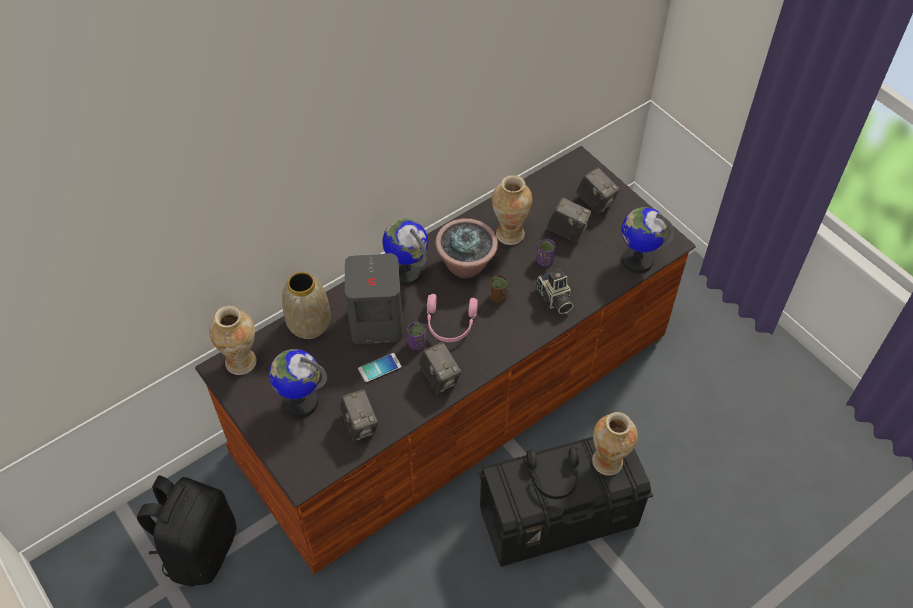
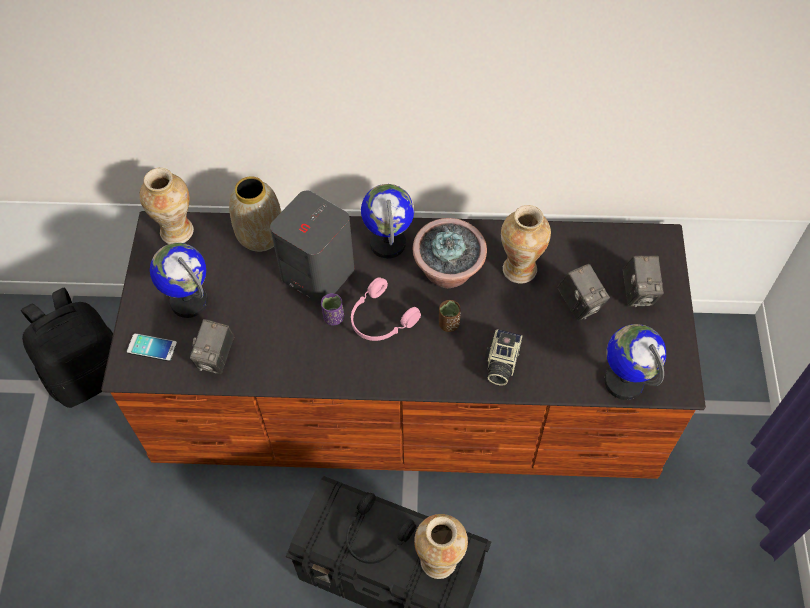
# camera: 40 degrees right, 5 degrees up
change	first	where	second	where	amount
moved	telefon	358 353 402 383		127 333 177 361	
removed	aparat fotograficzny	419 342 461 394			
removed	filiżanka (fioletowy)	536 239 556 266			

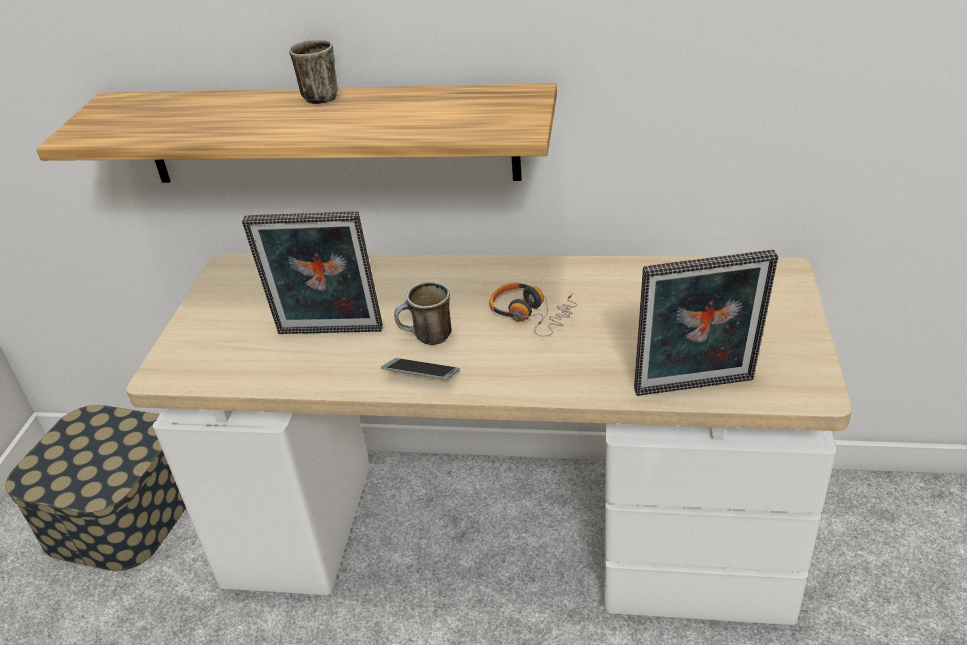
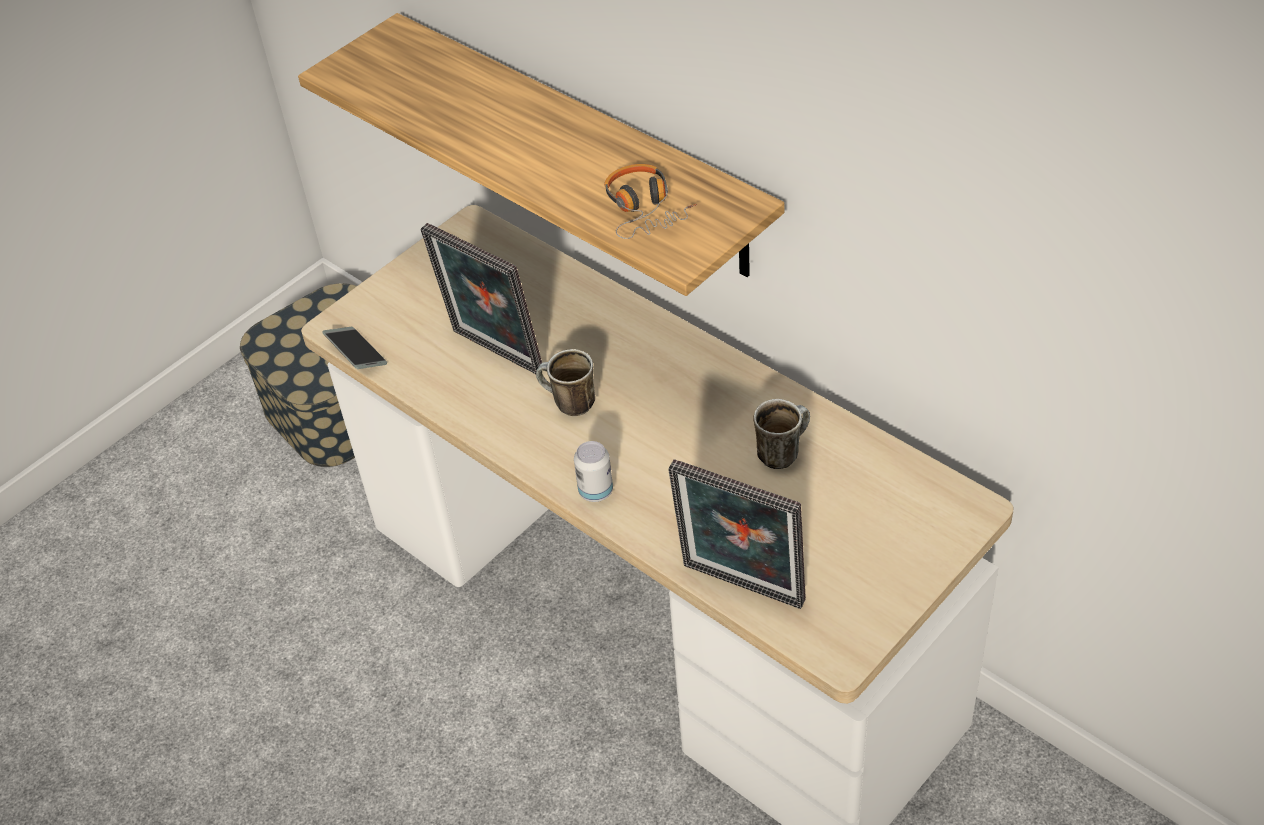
# camera: 35 degrees right, 10 degrees up
change	first	where	second	where	amount
moved	telefon	381 358 460 380		323 327 387 369	
added			puszka	574 441 613 502	
moved	słuchawki	489 282 577 337		604 164 697 239	
moved	kubek	289 39 338 104		754 399 810 469	

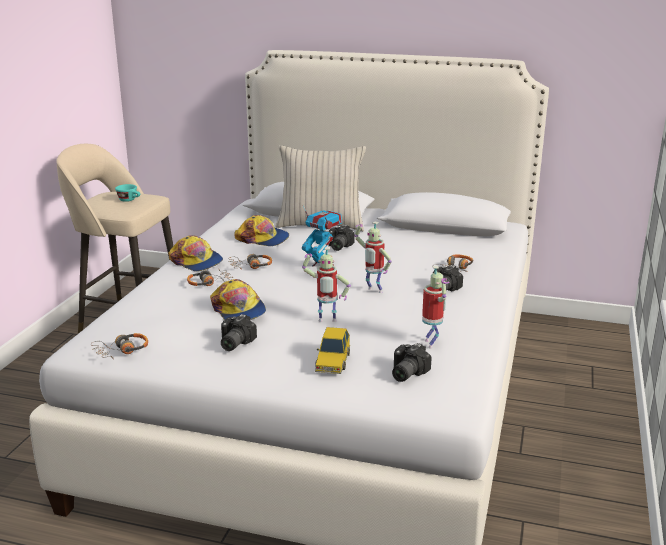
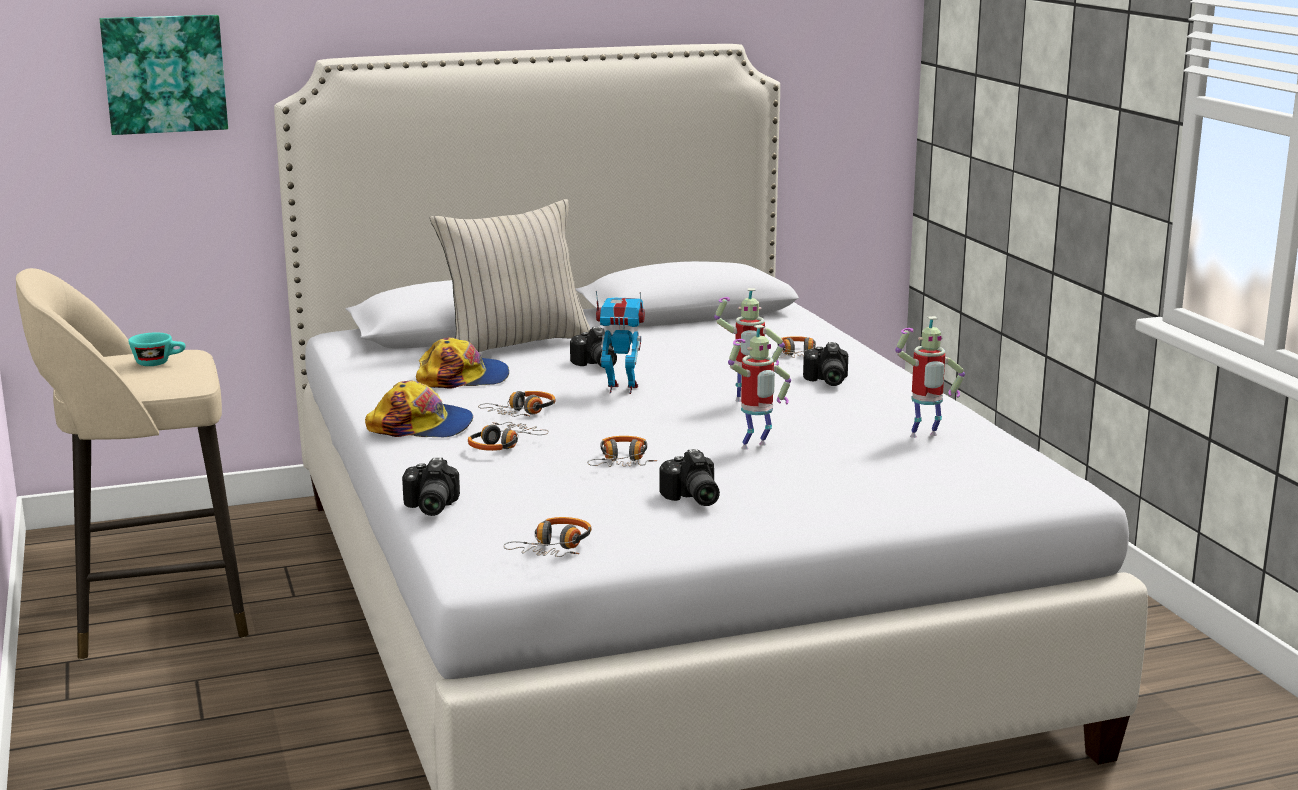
# camera: 35 degrees left, 5 degrees down
change	first	where	second	where	amount
added			obraz	100 15 228 135	
moved	aparat fotograficzny	392 343 432 382		402 458 460 516	
replaced	czapka z daszkiem	210 279 266 320	słuchawki	587 436 657 467	
turned	robot zabawkowy	422 266 449 349		895 316 965 438	120 degrees clockwise
removed	samochodzik	315 327 350 374			

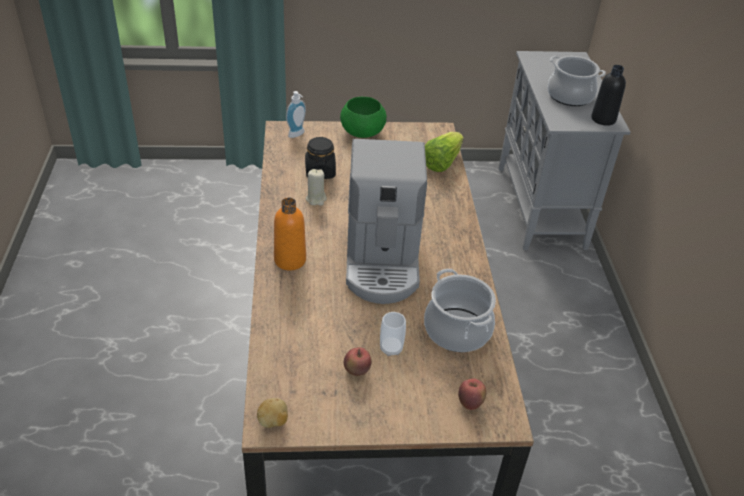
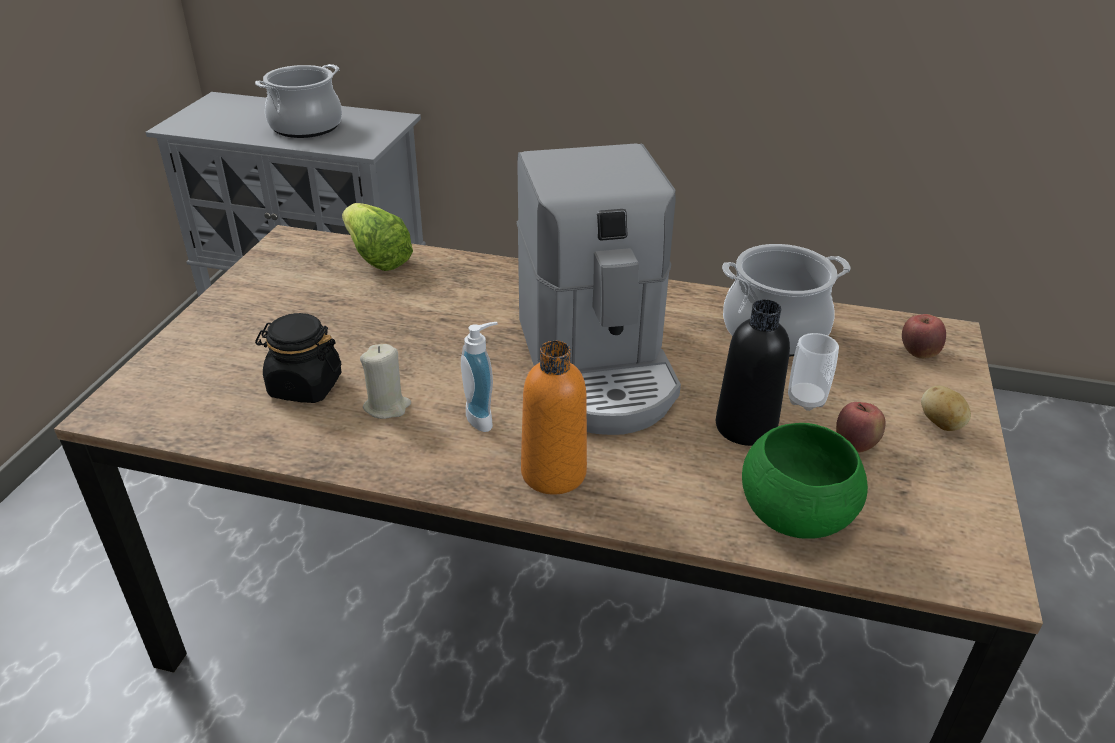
# camera: 70 degrees left, 5 degrees down
change	first	where	second	where	amount
moved	dozownik mydła	286 91 306 138		461 322 498 432	
turned	ekspres do kawy	346 139 427 304		517 143 681 435	60 degrees clockwise
moved	butelka (czarny)	591 65 626 126		716 299 790 446	
moved	miska (zielony)	340 97 387 138		742 423 868 539	
moved	ziemniak	257 398 288 428		921 386 971 431	

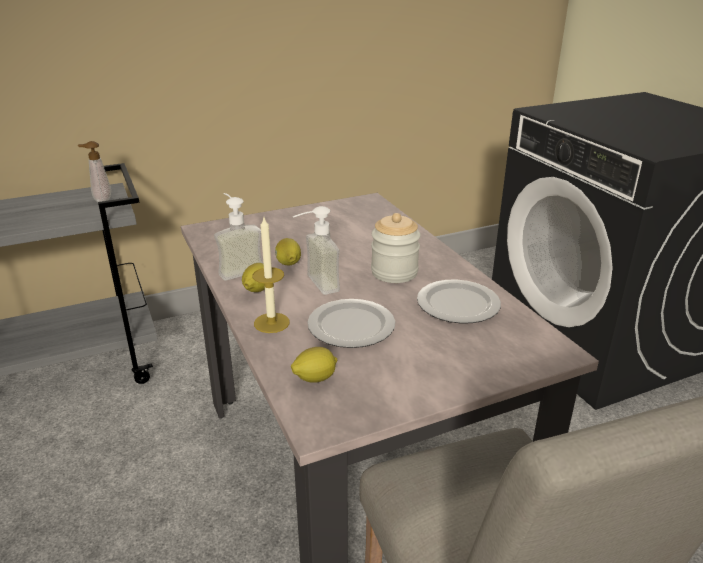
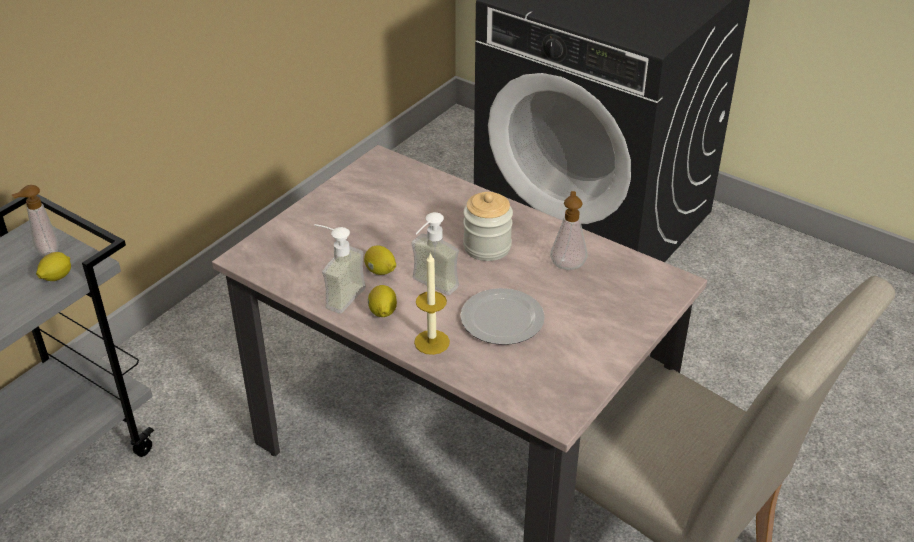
# camera: 30 degrees left, 10 degrees up
change	first	where	second	where	amount
moved	cytryna	291 347 337 383		36 252 71 281	
replaced	talerz	417 280 501 324	dozownik mydła	550 191 588 270	

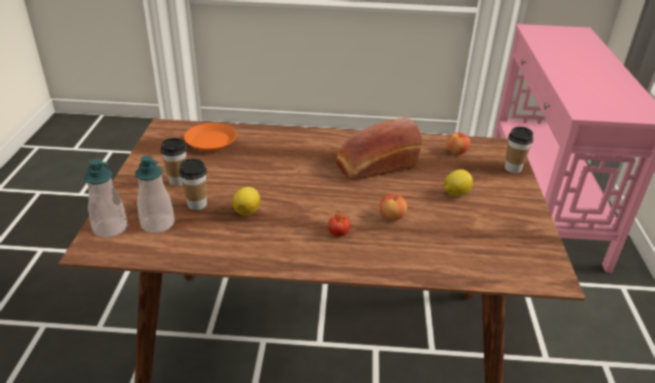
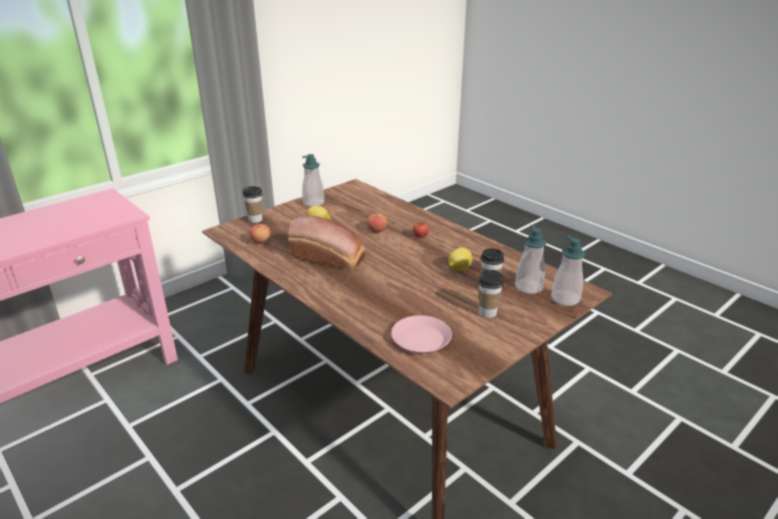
# camera: 135 degrees left, 5 degrees down
change	first	where	second	where	amount
added			dozownik mydła	302 154 324 207	
recoloured	talerz (pomarańczowy)	184 123 237 151	talerz (różowy)	391 315 452 354	

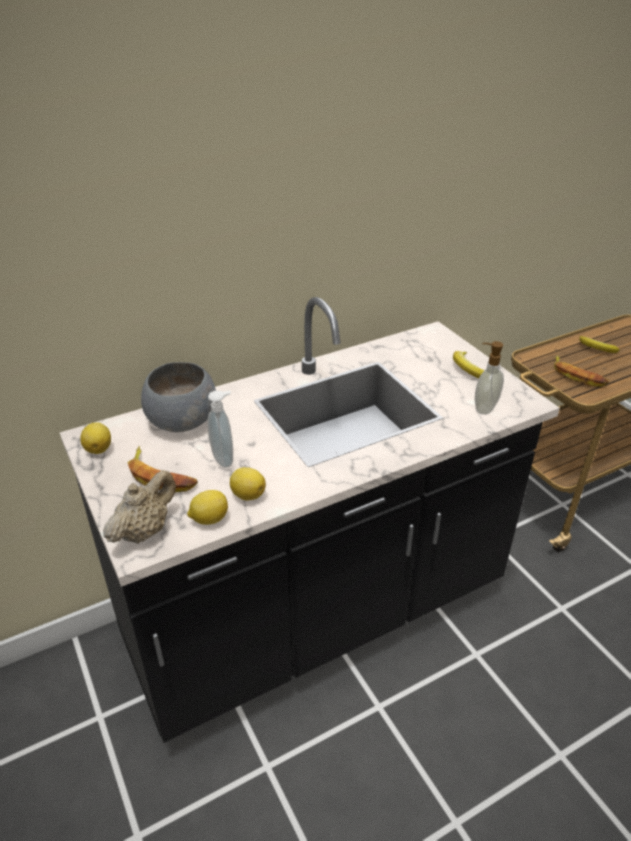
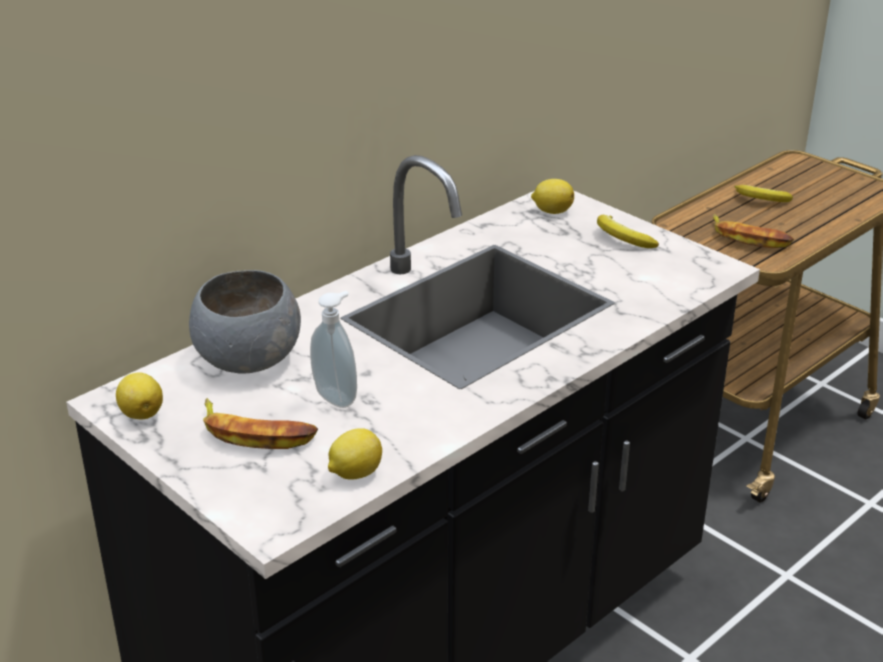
# camera: 15 degrees left, 5 degrees down
change	first	where	second	where	amount
moved	cytryna	230 467 266 501		531 179 574 214	
removed	imbryk (beżowy)	103 470 176 544			
removed	dozownik mydła	475 341 504 415			

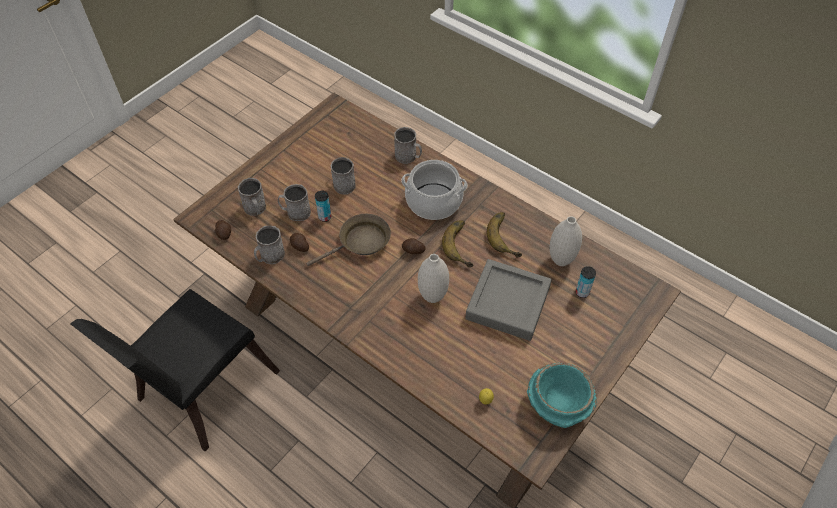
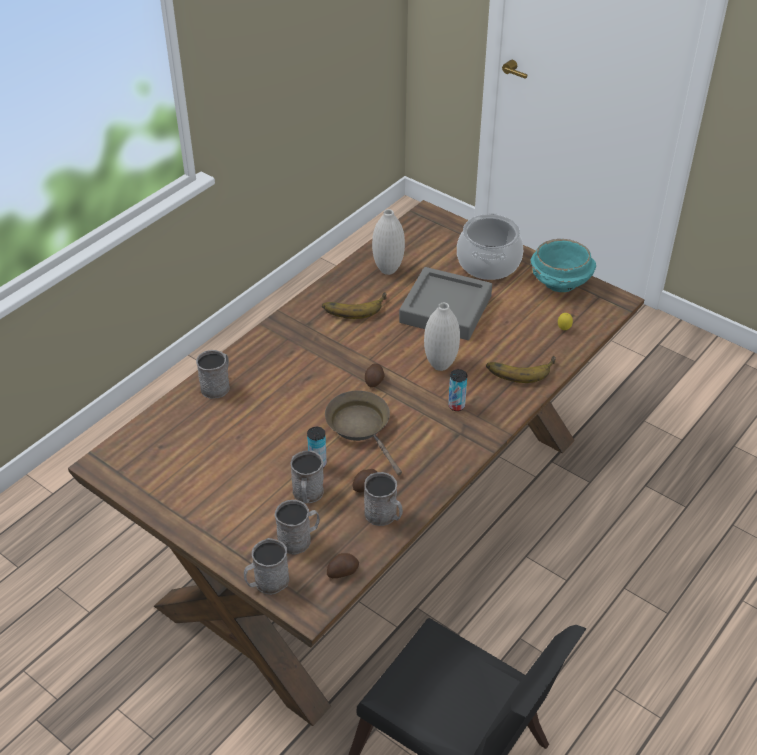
# camera: 90 degrees left, 10 degrees down
change	first	where	second	where	amount
moved	kubek (szary)	331 157 356 195		244 538 289 595	
moved	puszka	576 266 596 298		448 369 467 411	
moved	garnek	401 160 468 220		457 213 523 280	
moved	banan	442 220 474 267		486 356 556 383	

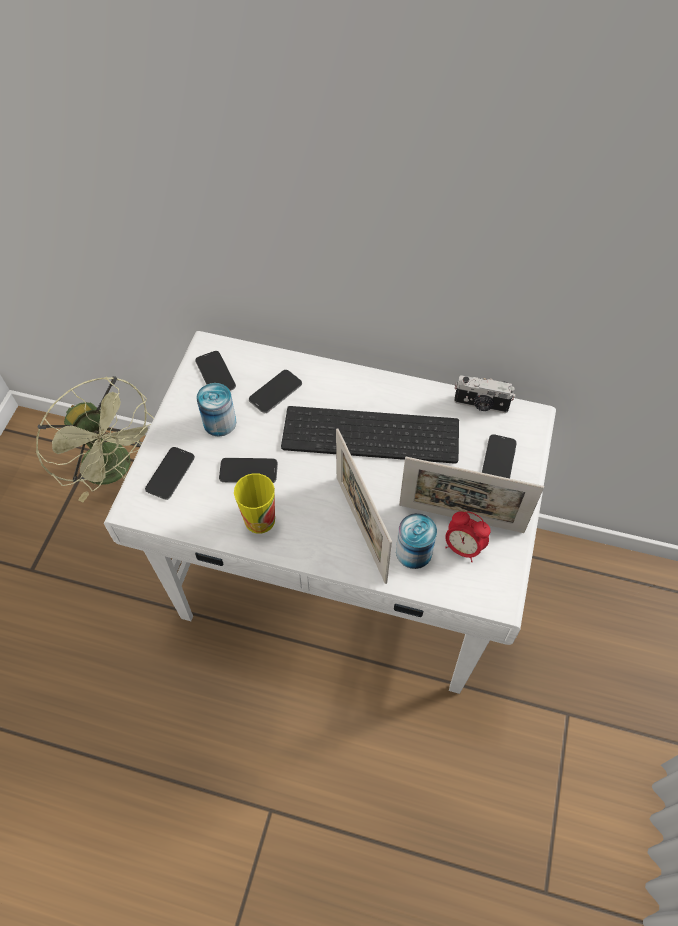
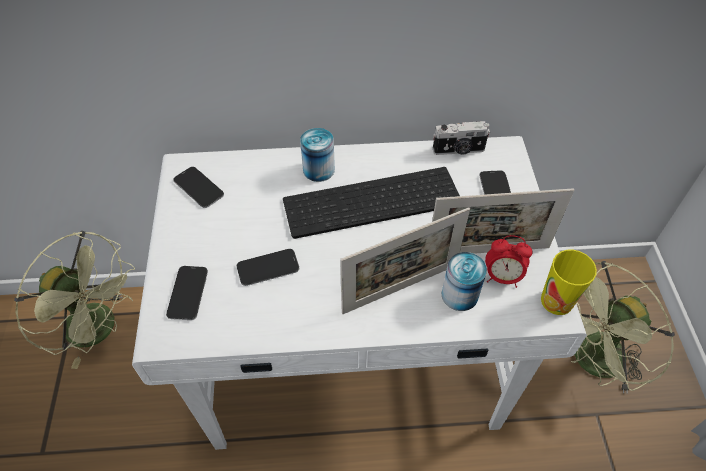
# camera: 20 degrees left, 5 degrees down
change	first	where	second	where	amount
moved	puszka	196 383 236 436		300 128 335 182	
turned	ramka na zdjęcie	336 428 392 584		340 207 470 314	75 degrees counterclockwise
moved	filiżanka	234 473 275 534		541 250 597 315	
added			wentylator (zielony)	571 261 675 394	
removed	telefon	249 370 302 413			

